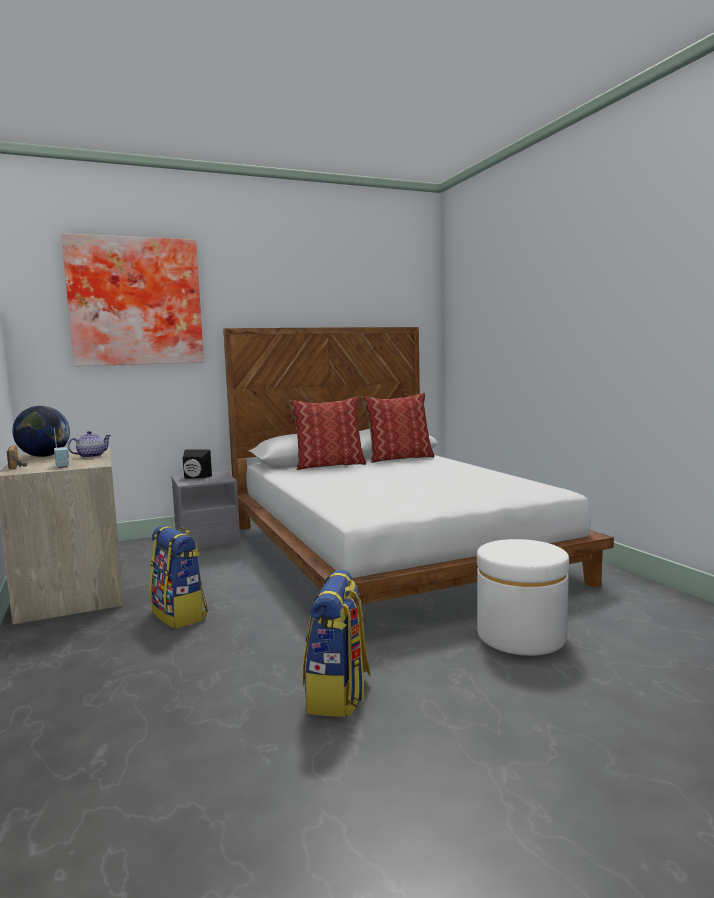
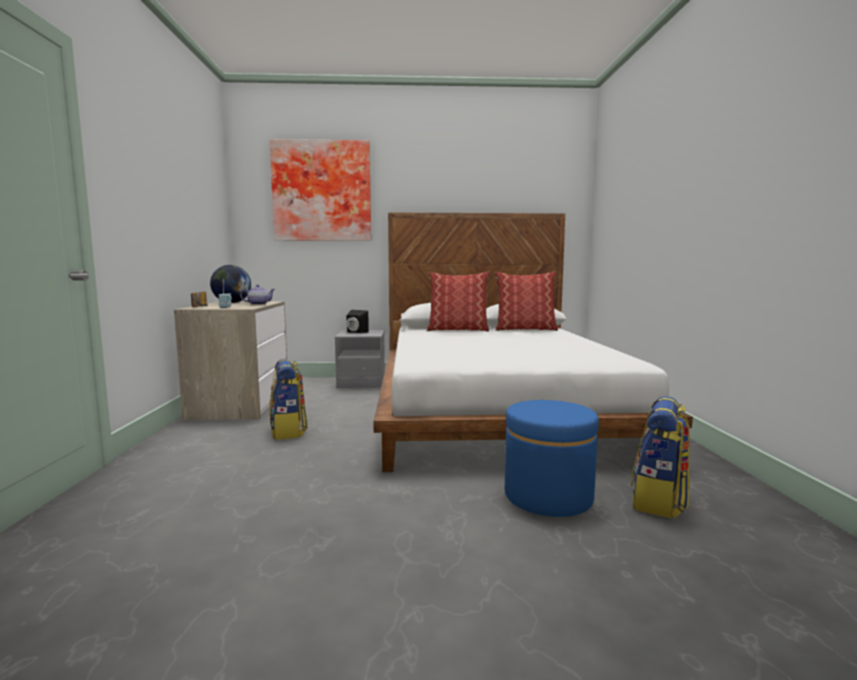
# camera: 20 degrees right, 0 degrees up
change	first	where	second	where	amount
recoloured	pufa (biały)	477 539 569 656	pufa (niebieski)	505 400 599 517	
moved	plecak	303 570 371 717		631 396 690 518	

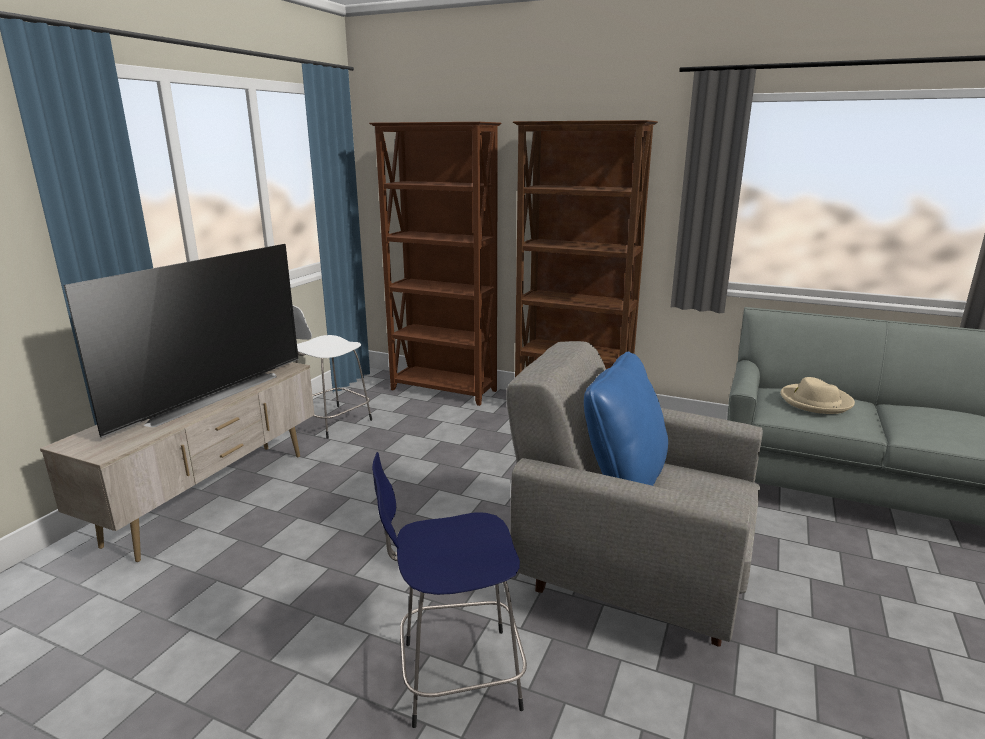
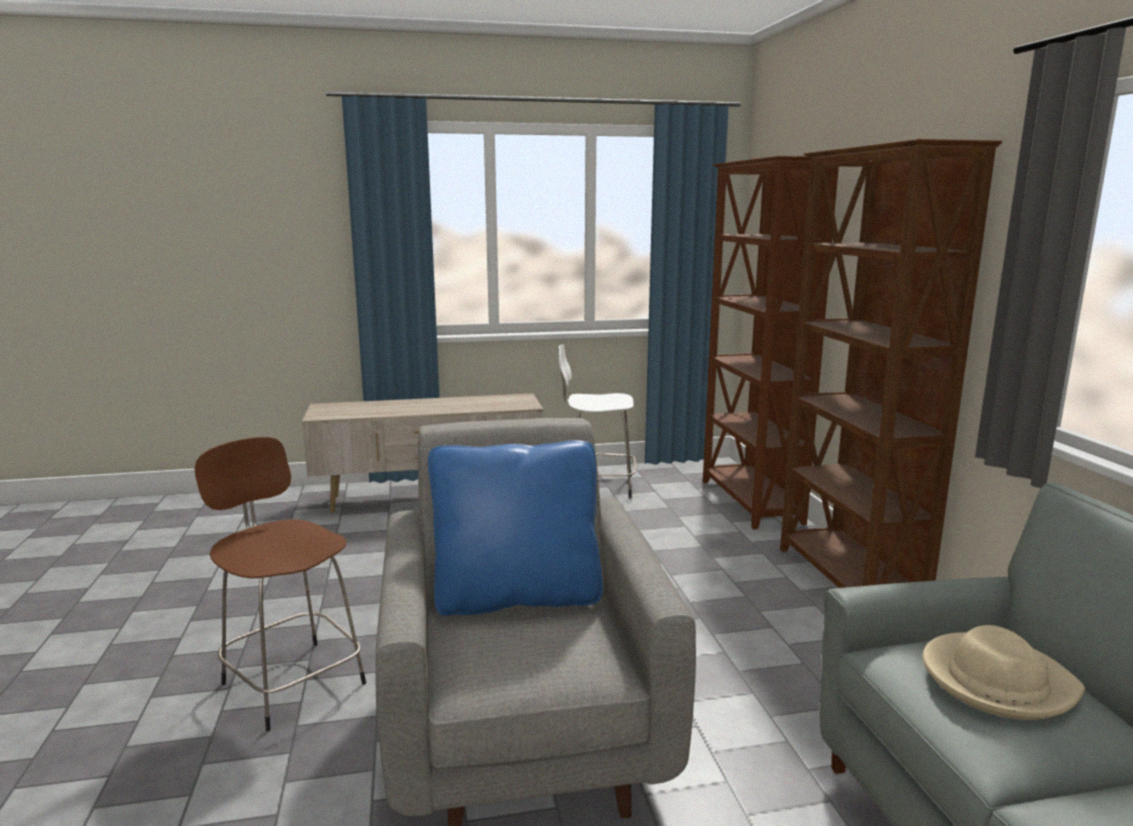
# camera: 55 degrees right, 5 degrees down
change	first	where	second	where	amount
recoloured	stołek (niebieski)	372 452 527 728	stołek (brązowy)	195 437 366 731	
removed	telewizor	64 244 299 438			

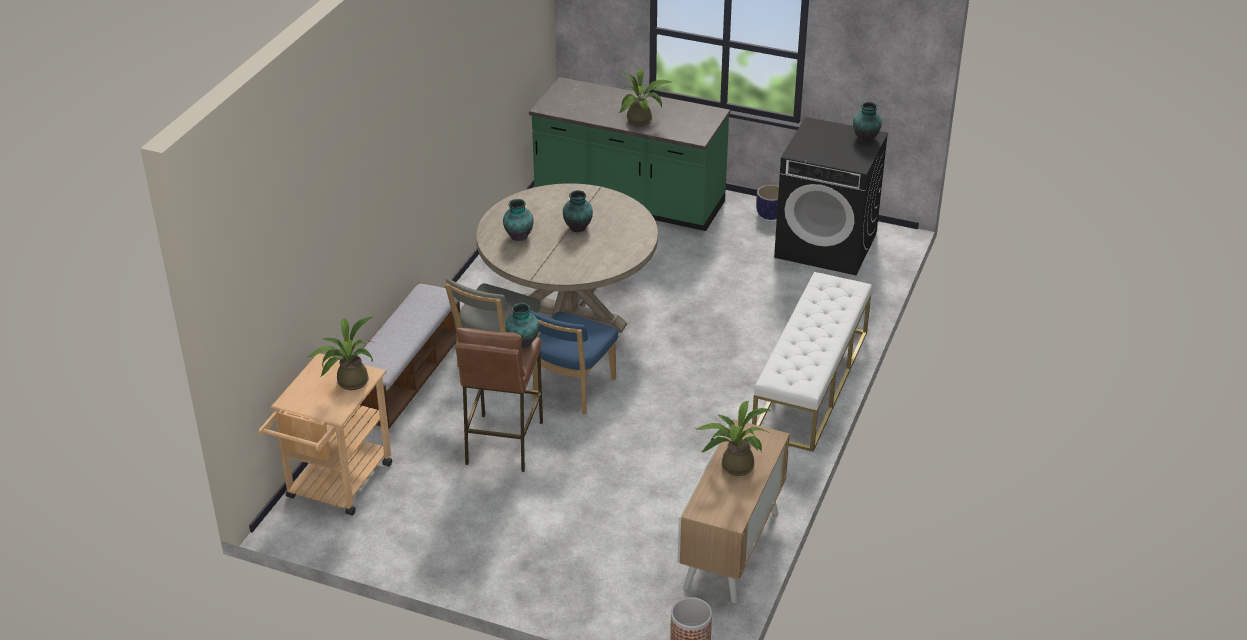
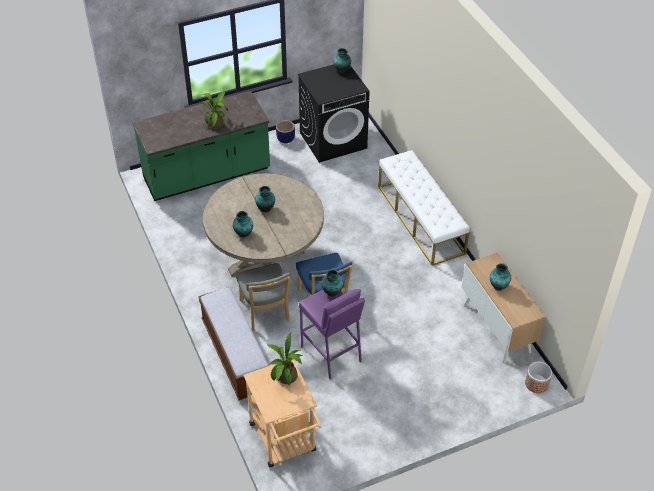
# camera: 45 degrees left, 10 degrees up
change	first	where	second	where	amount
recoloured	stołek (brązowy)	455 328 543 472	stołek (fioletowy)	299 289 365 379	
replaced	roślina doniczkowa	696 401 771 476	wazon	490 263 511 291	

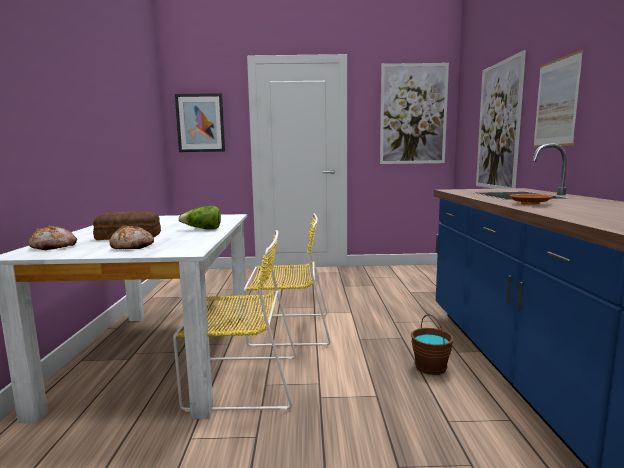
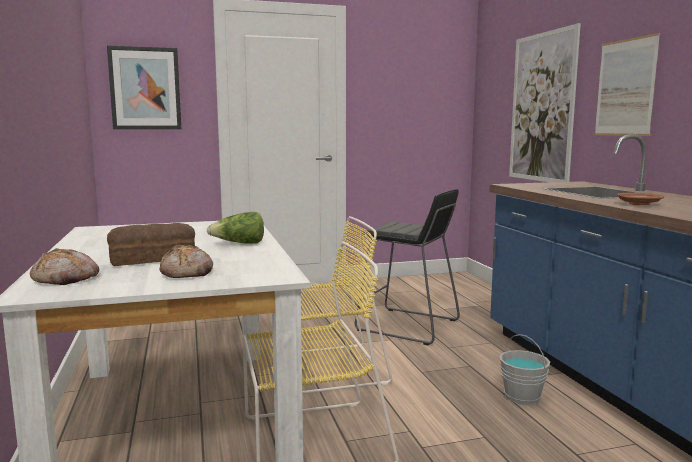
# camera: 15 degrees left, 0 degrees up
change	first	where	second	where	amount
added			stołek (czarny)	355 189 460 345	
recoloured	wiadro (brązowy)	411 314 454 375	wiadro (szary)	500 334 550 405	
removed	obraz	380 63 449 164			

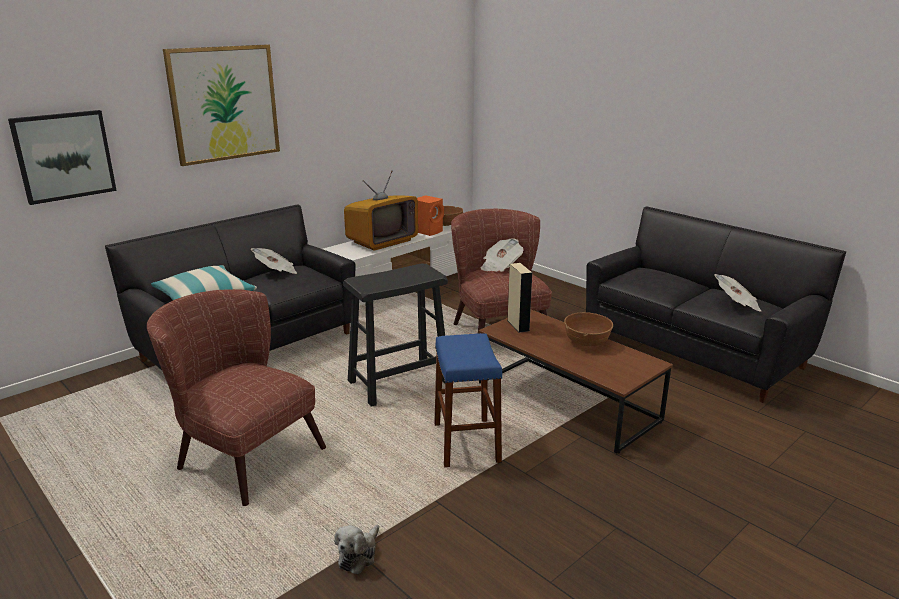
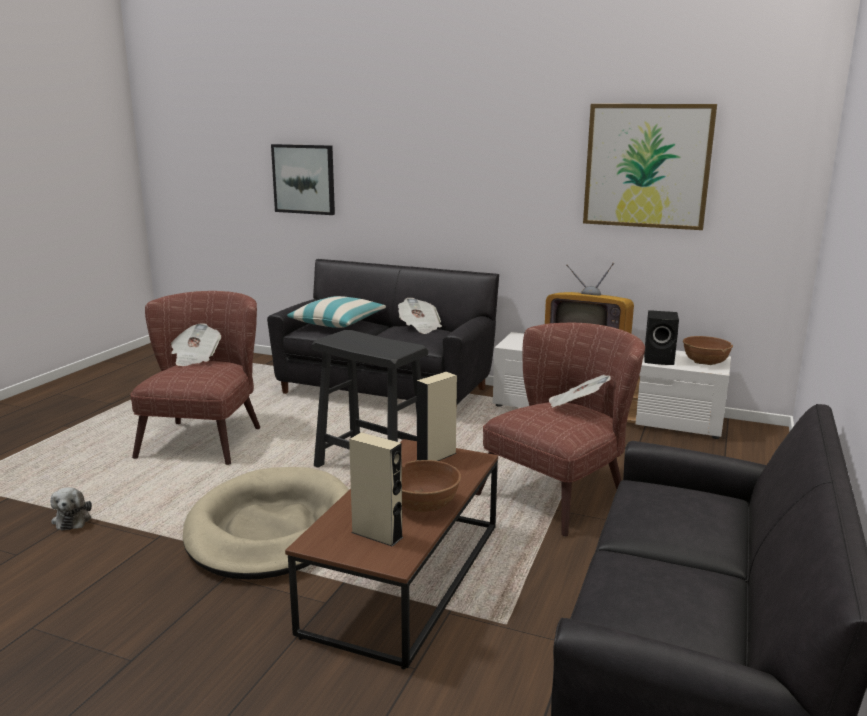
# camera: 65 degrees right, 5 degrees down
change	first	where	second	where	amount
turned	pluszak	334 525 379 574		50 487 92 531	105 degrees counterclockwise
moved	gazeta	714 274 762 312		171 323 221 366	
replaced	stołek (niebieski)	434 333 503 467	legowisko (beżowy)	183 467 349 579	
added			głośnik (beżowy)	349 432 403 547	
moved	obraz	163 44 280 166		583 104 717 230	
recoloured	głośnik (pomarańczowy)	417 195 444 236	głośnik (czarny)	644 310 679 365	

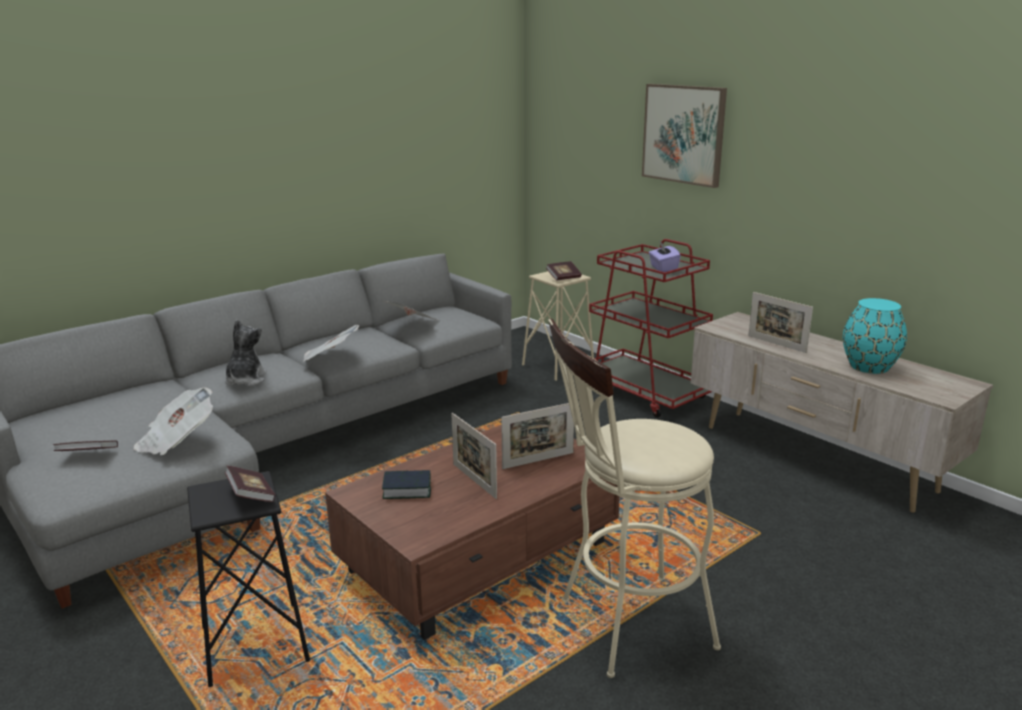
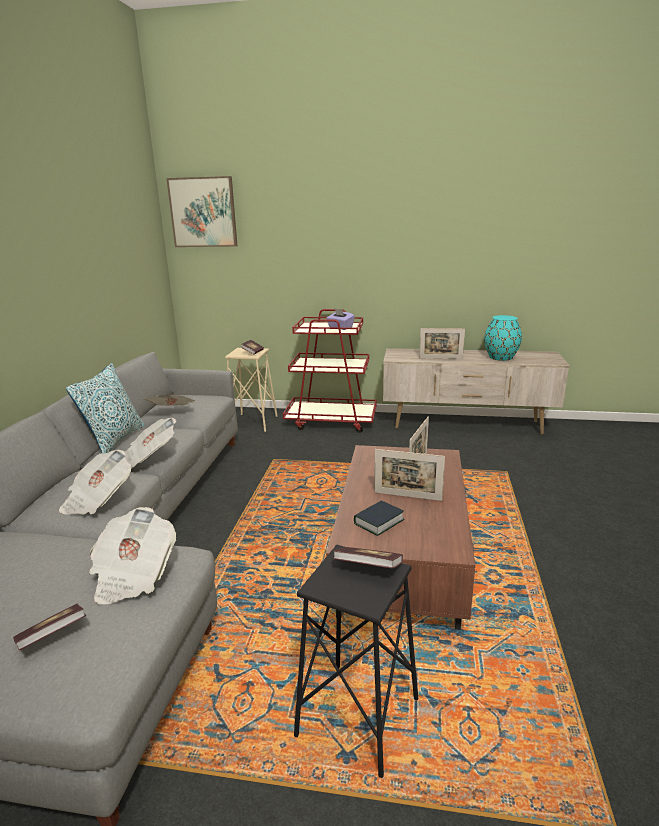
# camera: 40 degrees left, 0 degrees up
change	first	where	second	where	amount
replaced	pluszak	225 319 267 386	gazeta	59 450 131 515	
added			poduszka	66 363 145 454	
moved	obraz	642 84 727 188		166 176 237 247	
removed	stołek (beżowy)	548 319 721 678			

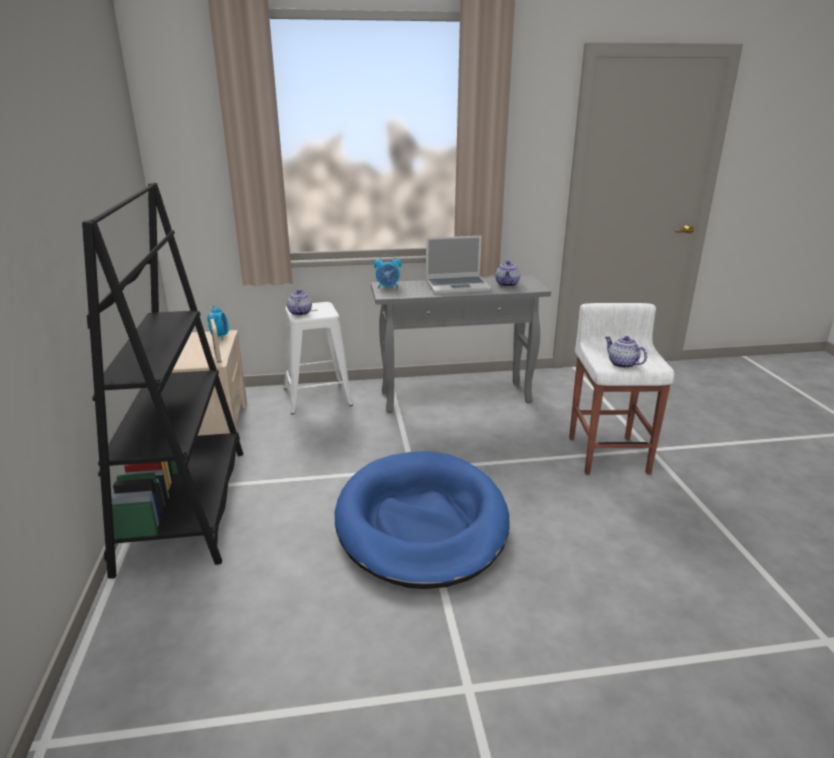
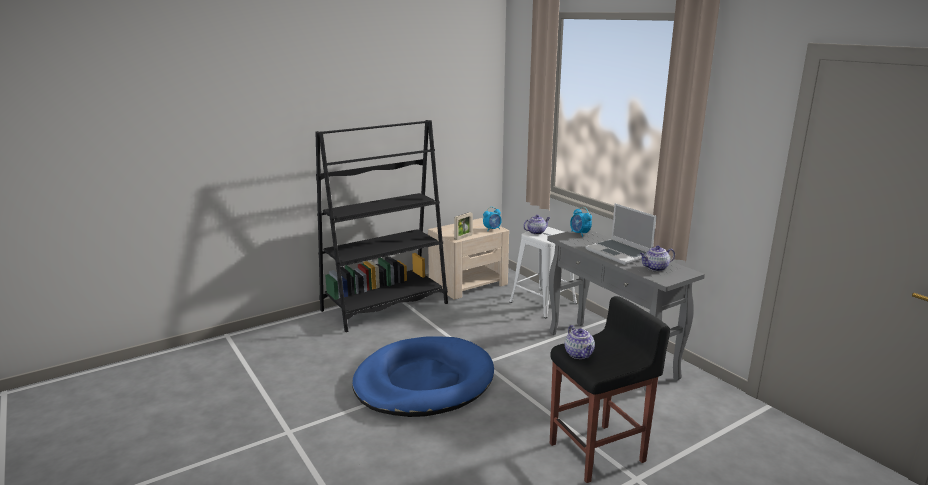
# camera: 65 degrees right, 5 degrees down
change	first	where	second	where	amount
recoloured	stołek (biały)	569 303 674 475	stołek (czarny)	550 296 670 483	
turned	imbryk	605 336 647 368		565 325 595 359	135 degrees clockwise

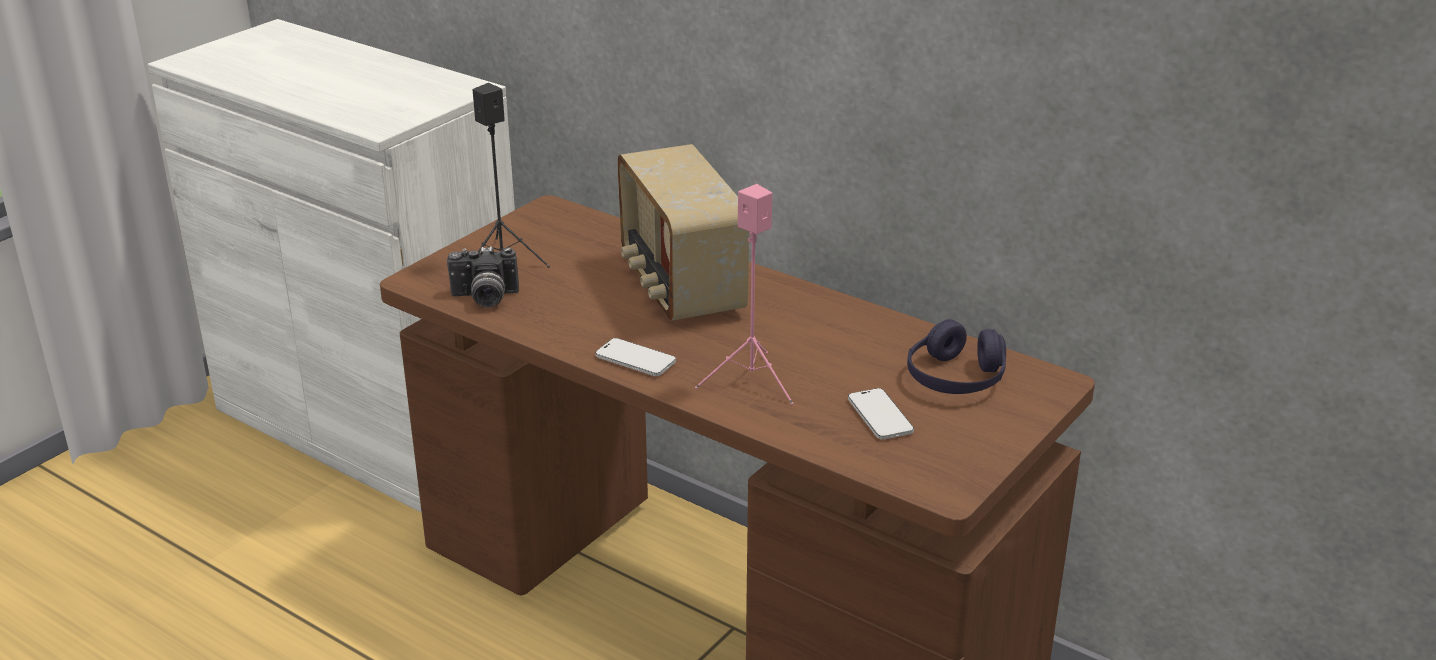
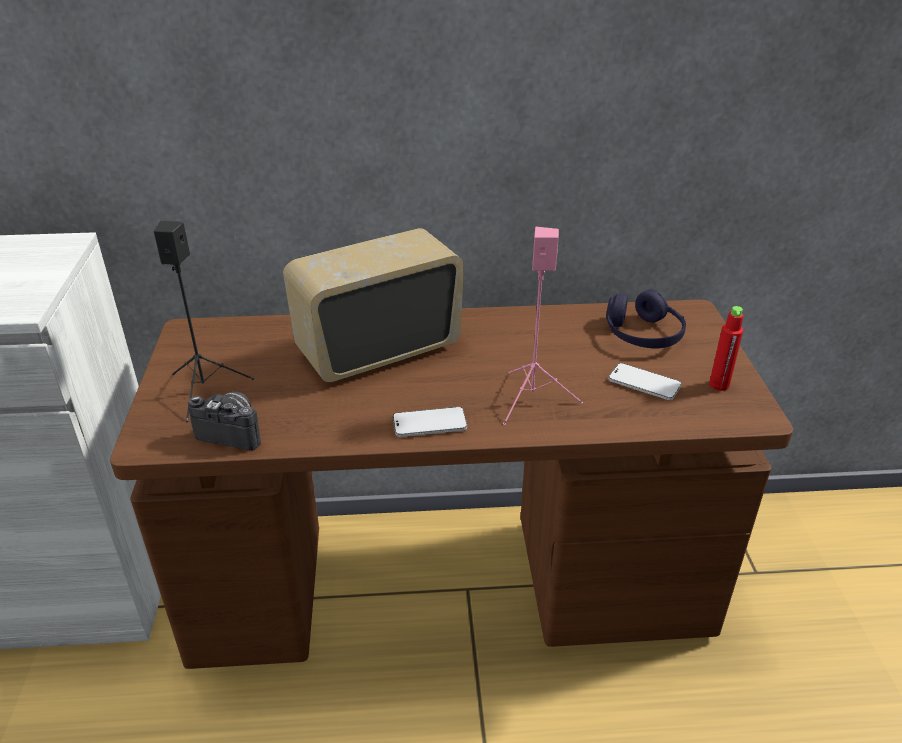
# camera: 40 degrees left, 5 degrees up
change	first	where	second	where	amount
turned	aparat fotograficzny	447 246 519 307		188 392 261 450	120 degrees counterclockwise
turned	radio	617 144 749 321		283 228 464 382	120 degrees clockwise
added			butelka (czerwony)	709 306 743 391	

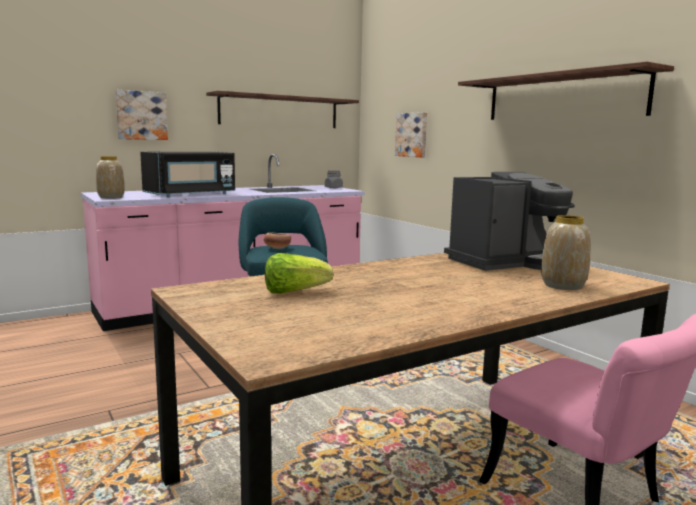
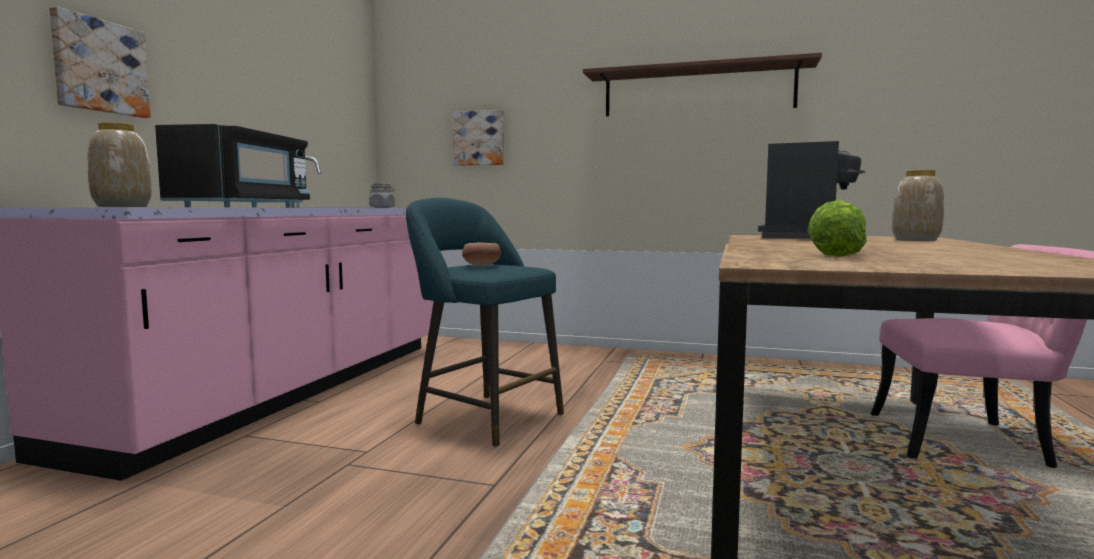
# camera: 40 degrees left, 5 degrees down
change	first	where	second	where	amount
removed	półka	206 91 359 128			

